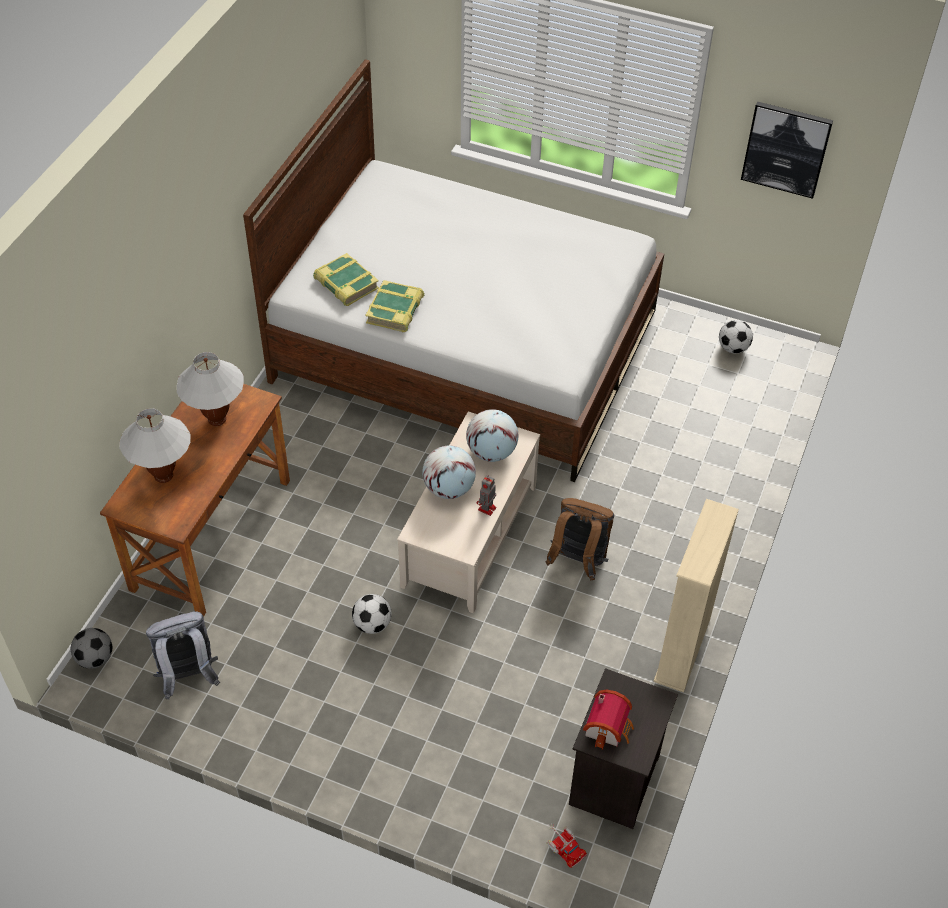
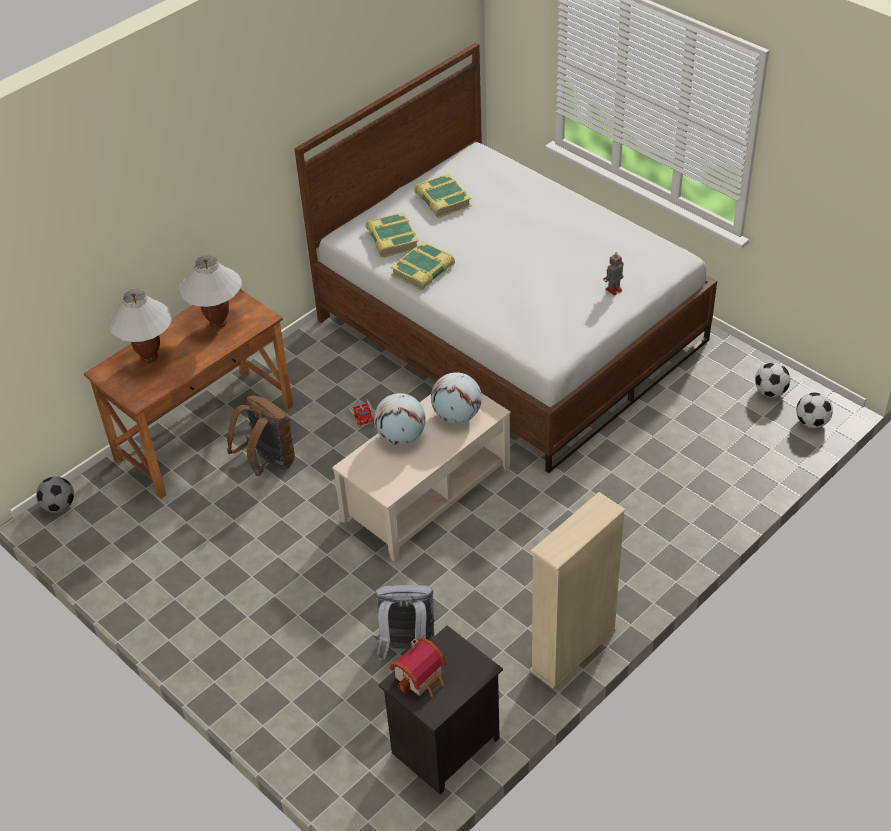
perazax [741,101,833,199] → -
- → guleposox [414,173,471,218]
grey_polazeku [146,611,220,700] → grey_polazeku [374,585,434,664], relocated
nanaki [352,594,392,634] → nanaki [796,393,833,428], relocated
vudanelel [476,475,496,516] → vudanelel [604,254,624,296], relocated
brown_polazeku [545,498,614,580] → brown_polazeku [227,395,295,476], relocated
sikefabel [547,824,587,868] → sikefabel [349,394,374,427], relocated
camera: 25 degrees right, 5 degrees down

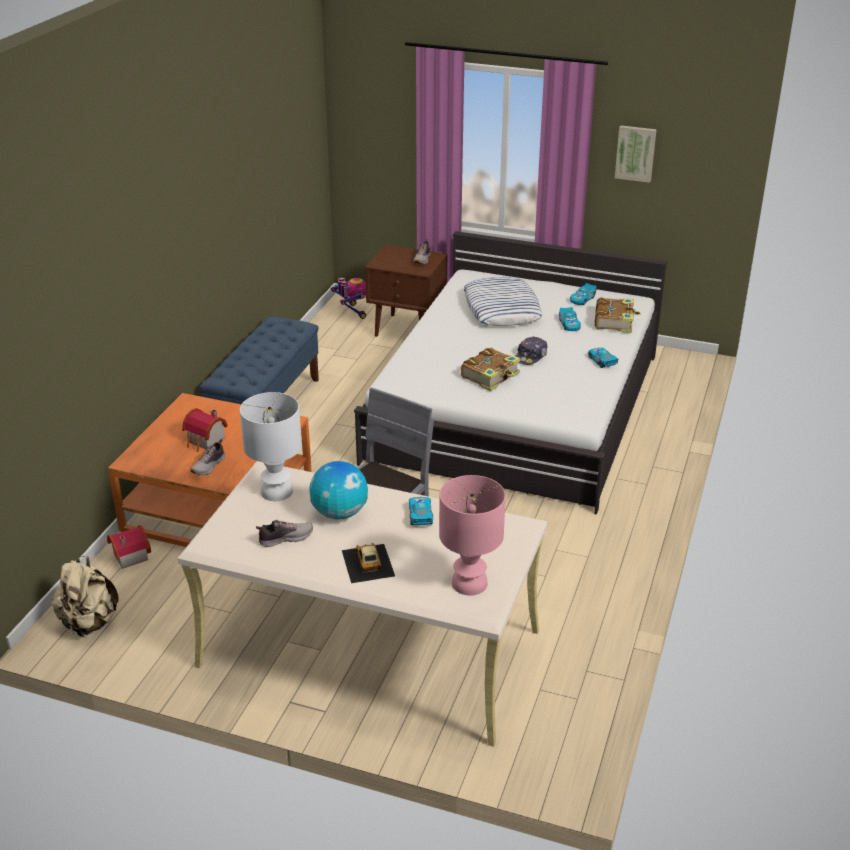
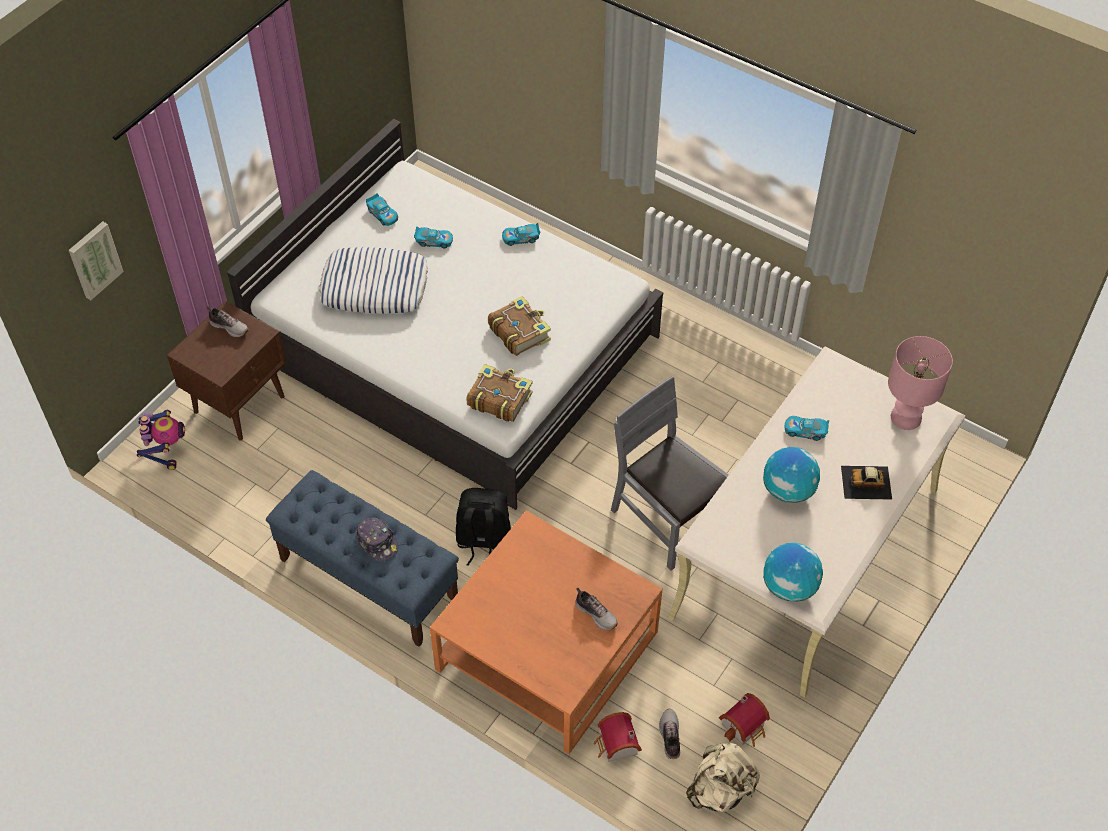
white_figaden [240,392,302,501] → -
- → black_polazeku [456,488,511,566]
- → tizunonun [763,543,823,602]
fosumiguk [182,408,228,452] → fosumiguk [719,693,770,747], relocated
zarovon [256,520,313,547] → zarovon [659,709,680,759], relocated
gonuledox [516,337,547,365] → gonuledox [356,517,398,561], relocated
guleposox [595,297,642,333] → guleposox [467,364,533,422], relocated
perazax [615,125,657,183] → perazax [69,221,124,300], relocated
vudanelel [331,278,366,319] → vudanelel [137,410,186,470], 90 degrees clockwise
camera: 75 degrees left, 20 degrees up

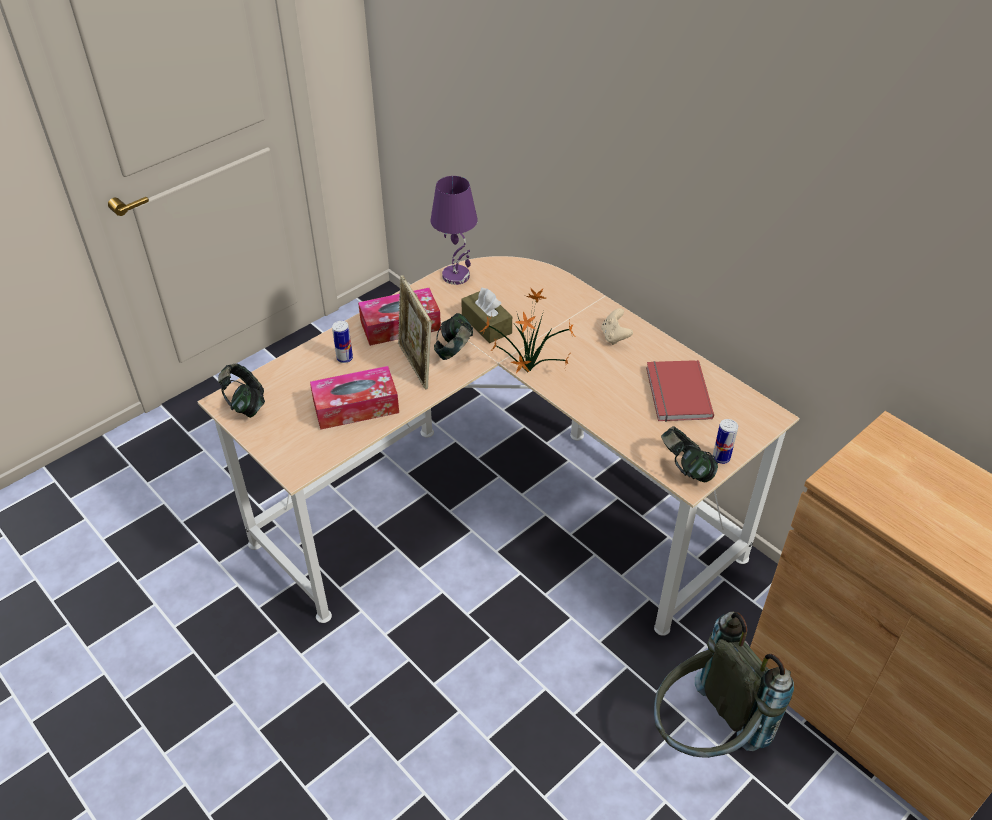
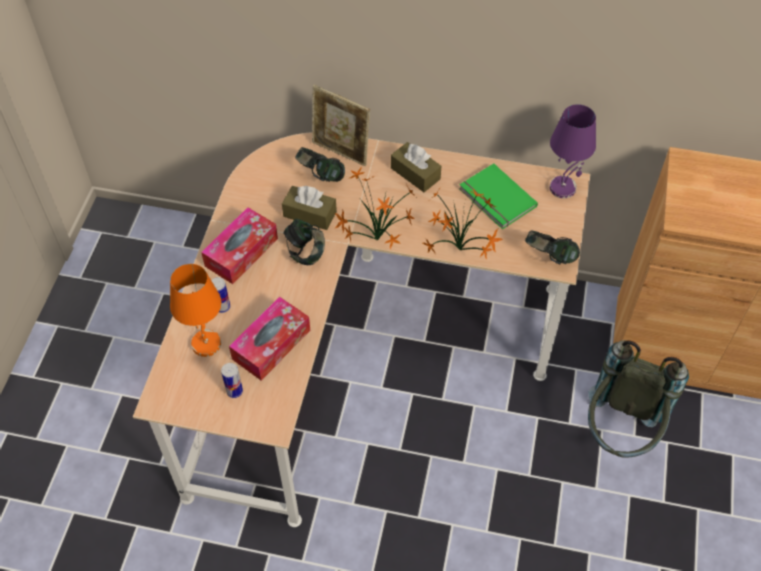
- → orange_figaden [170,264,221,357]
- → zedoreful [422,188,503,259]
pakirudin [218,363,265,418] → pakirudin [295,147,345,182], relocated
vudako [398,275,432,390] → vudako [312,85,370,166], relocated
purple_figaden [431,176,478,285] → purple_figaden [550,104,596,198], relocated
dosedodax [713,419,738,464] → dosedodax [221,363,243,398], relocated
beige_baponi [601,308,633,345] → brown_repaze [391,142,441,192]
red_guleposox [646,360,714,422] → green_guleposox [459,163,538,229]
camera: 35 degrees left, 10 degrees up

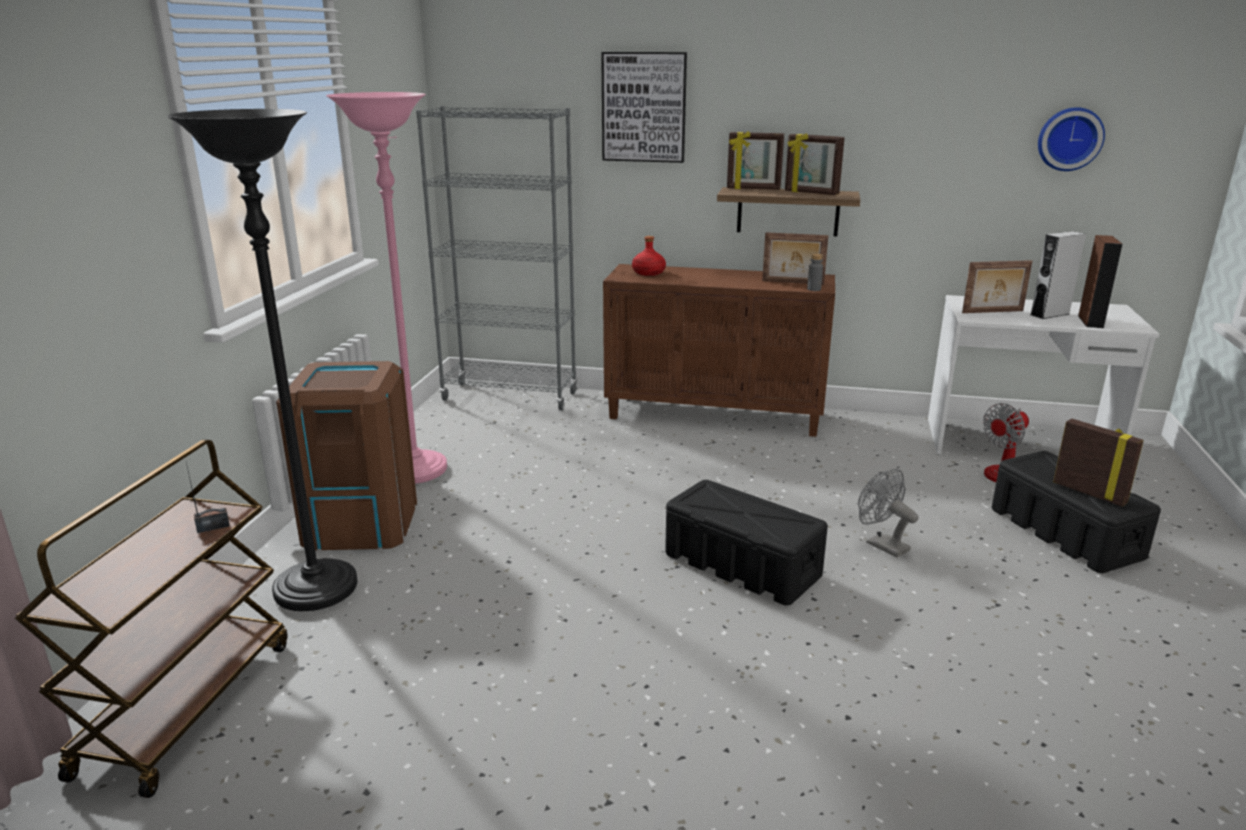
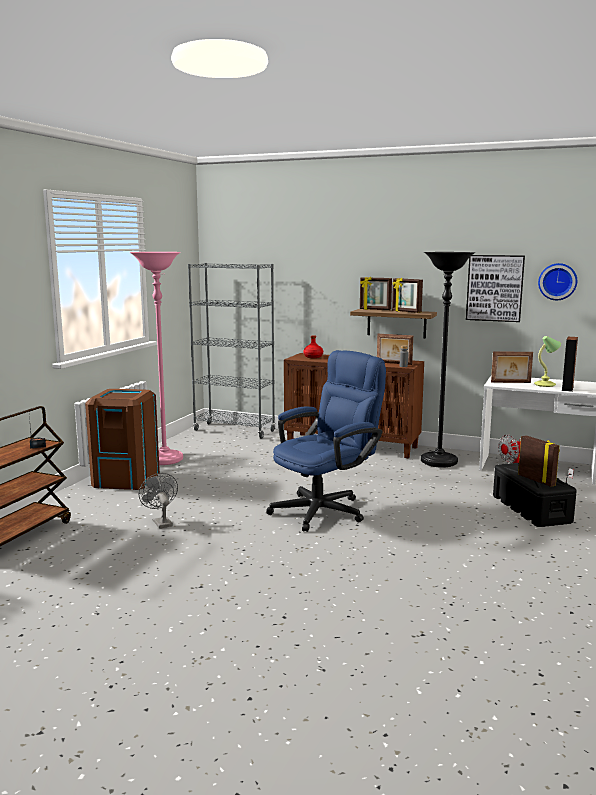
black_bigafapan [167,109,358,611] → black_bigafapan [421,252,475,468], relocated
perazax [601,52,687,163] → perazax [466,255,525,322], relocated
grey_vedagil [858,469,919,558] → grey_vedagil [139,473,178,529], relocated
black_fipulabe [665,480,828,605] → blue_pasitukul [266,350,386,532]
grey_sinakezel [1031,231,1086,319] → figaden [534,336,561,387]
camera: 10 degrees right, 10 degrees down

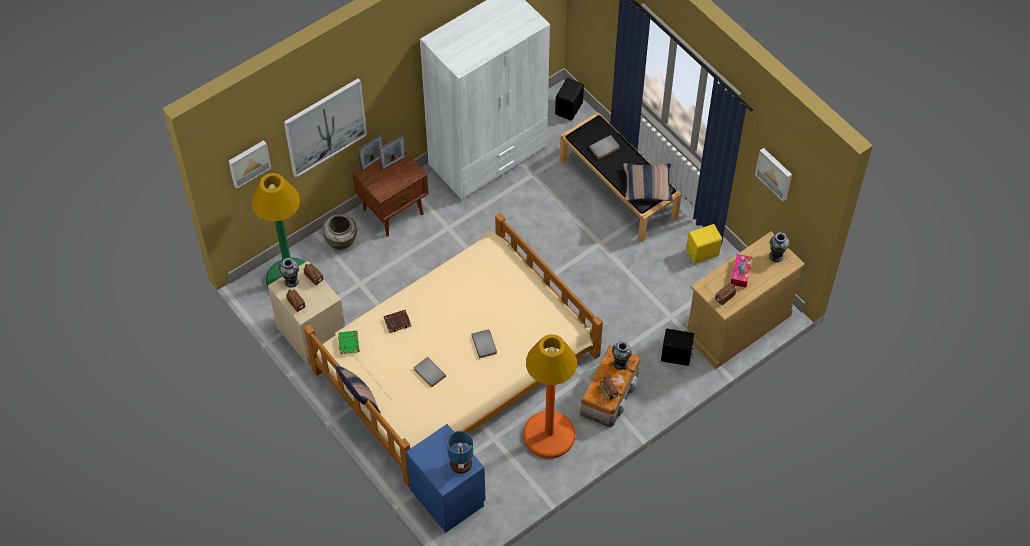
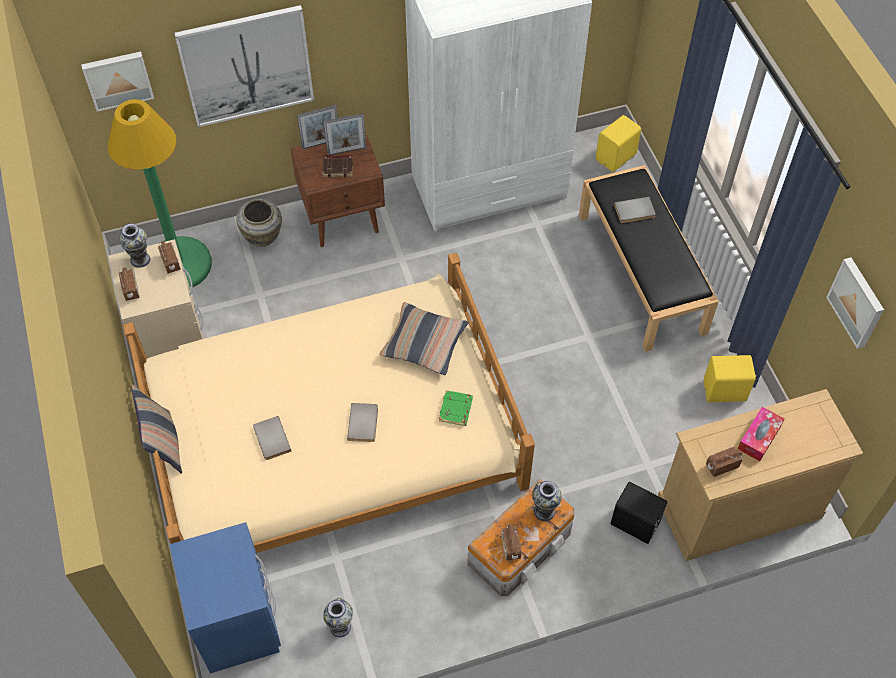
figaden [447,431,473,474] → -
orange_bigafapan [523,334,577,459] → -
green_guleposox [338,331,359,354] → green_guleposox [439,390,473,426], relocated
brown_guleposox [384,310,411,333] → brown_guleposox [322,155,353,178], relocated
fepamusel [623,163,673,201] → fepamusel [380,302,469,375], relocated
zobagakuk [769,232,789,262] → zobagakuk [323,598,353,637], relocated
black_sinakezel [555,78,584,120] → yellow_sinakezel [596,115,641,172]
camera: 20 degrees right, 0 degrees up

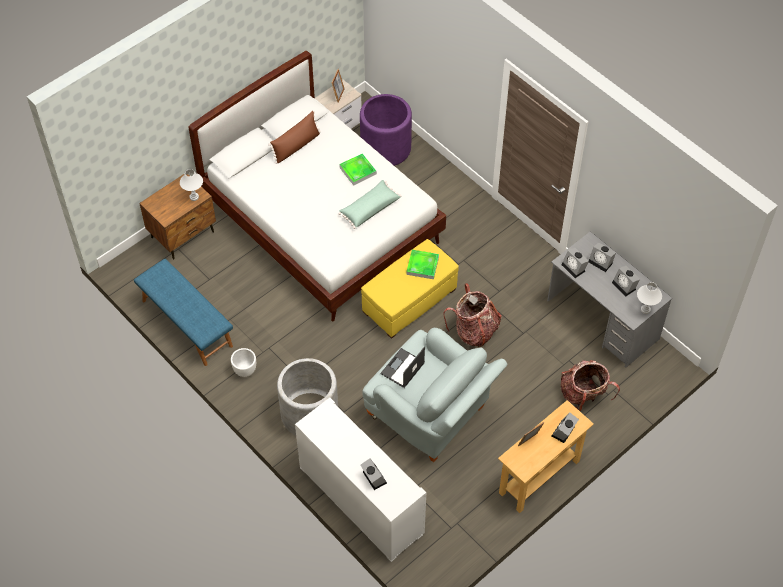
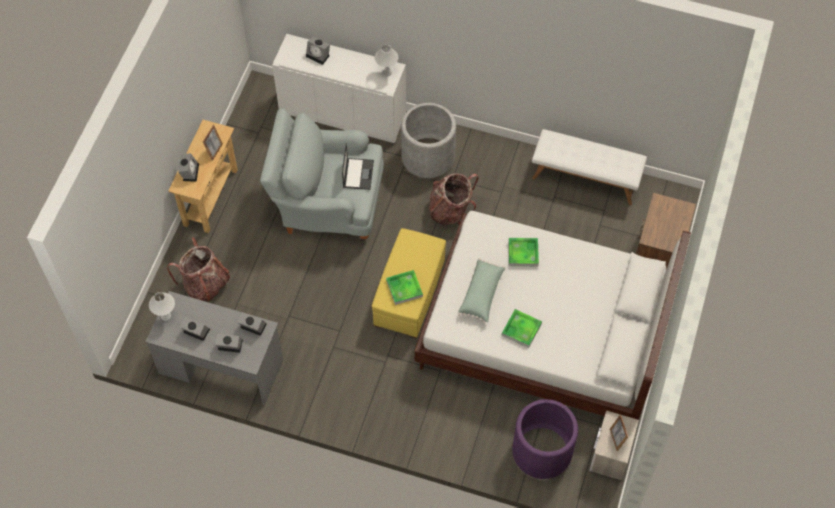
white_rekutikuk [231,348,256,377] → -
brown_fepamusel [268,111,321,164] → -
- → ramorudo [508,238,539,266]
white_figaden [180,169,203,201] → white_figaden [375,45,398,77], relocated
polazeku [444,283,502,347] → polazeku [429,173,479,225], relocated
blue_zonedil [134,259,233,366] → white_zonedil [532,129,647,205]
camera: 150 degrees right, 5 degrees up

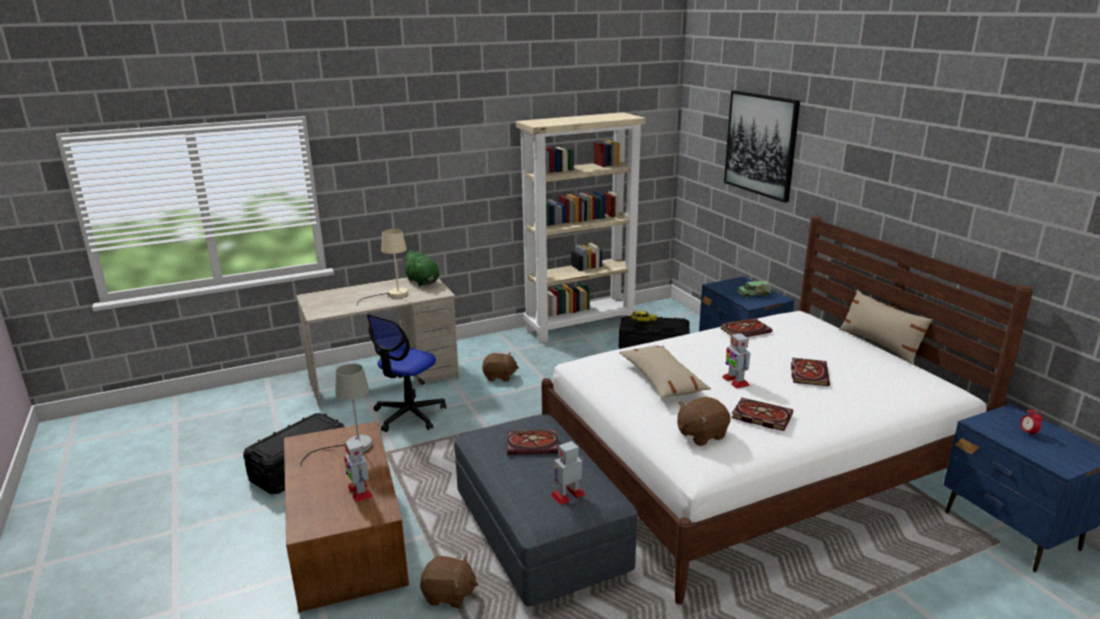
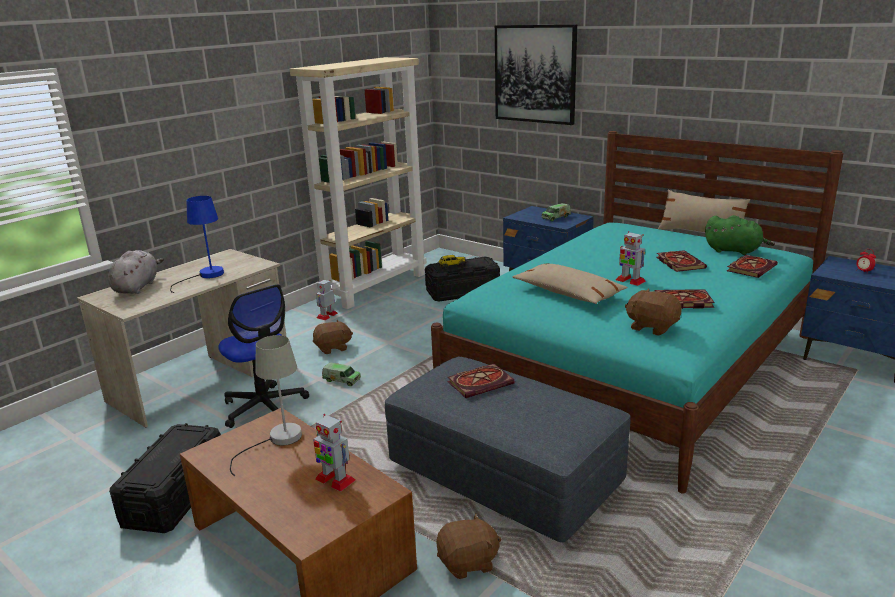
- → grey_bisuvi [108,250,164,294]
- → sikefabel [322,362,361,386]
green_bisuvi [402,250,439,286] → green_bisuvi [705,215,775,255], relocated
vudanelel [551,441,586,505] → vudanelel [316,280,338,320], relocated
guleposox [720,318,773,337] → guleposox [727,255,778,278], relocated
beige_figaden [357,229,408,306] → blue_figaden [170,196,224,293]
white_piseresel [541,216,1033,604] → turquoise_piseresel [431,131,843,494]
pasitukul [367,314,446,432] → pasitukul [218,284,309,428], 45 degrees counterclockwise
brown_bisuvi [677,397,731,446] → brown_bisuvi [625,288,682,336], 90 degrees clockwise
camera: 25 degrees left, 0 degrees up

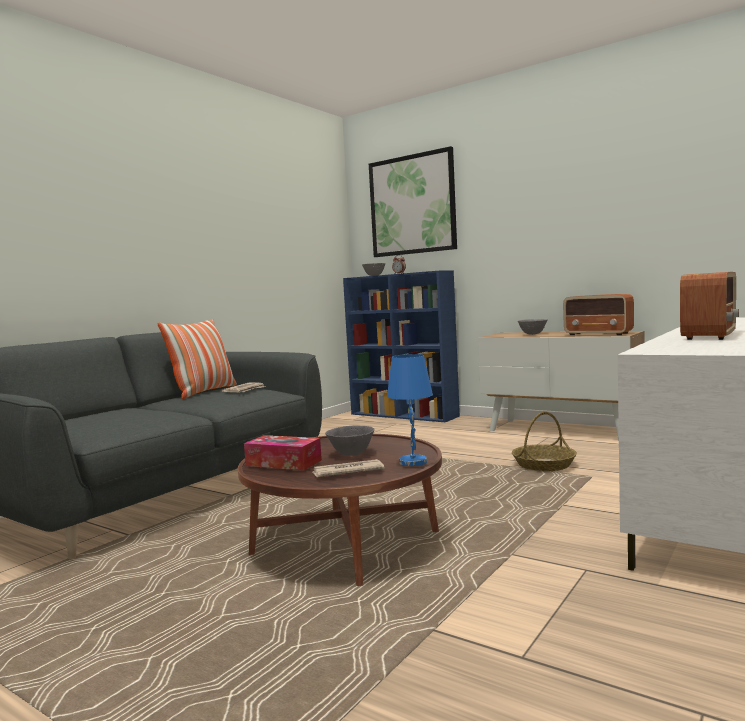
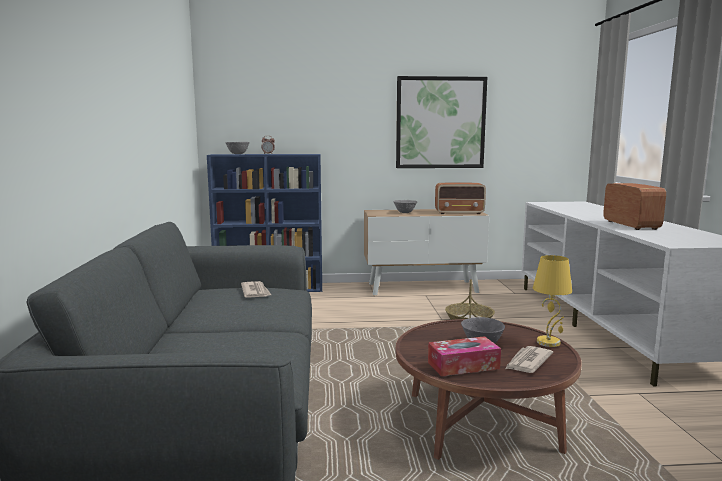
fepamusel [158,319,237,399] → -
perazax [369,146,457,257] → perazax [396,76,487,168], relocated
blue_figaden [387,354,433,466] → yellow_figaden [533,255,572,347]
camera: 40 degrees left, 5 degrees up

